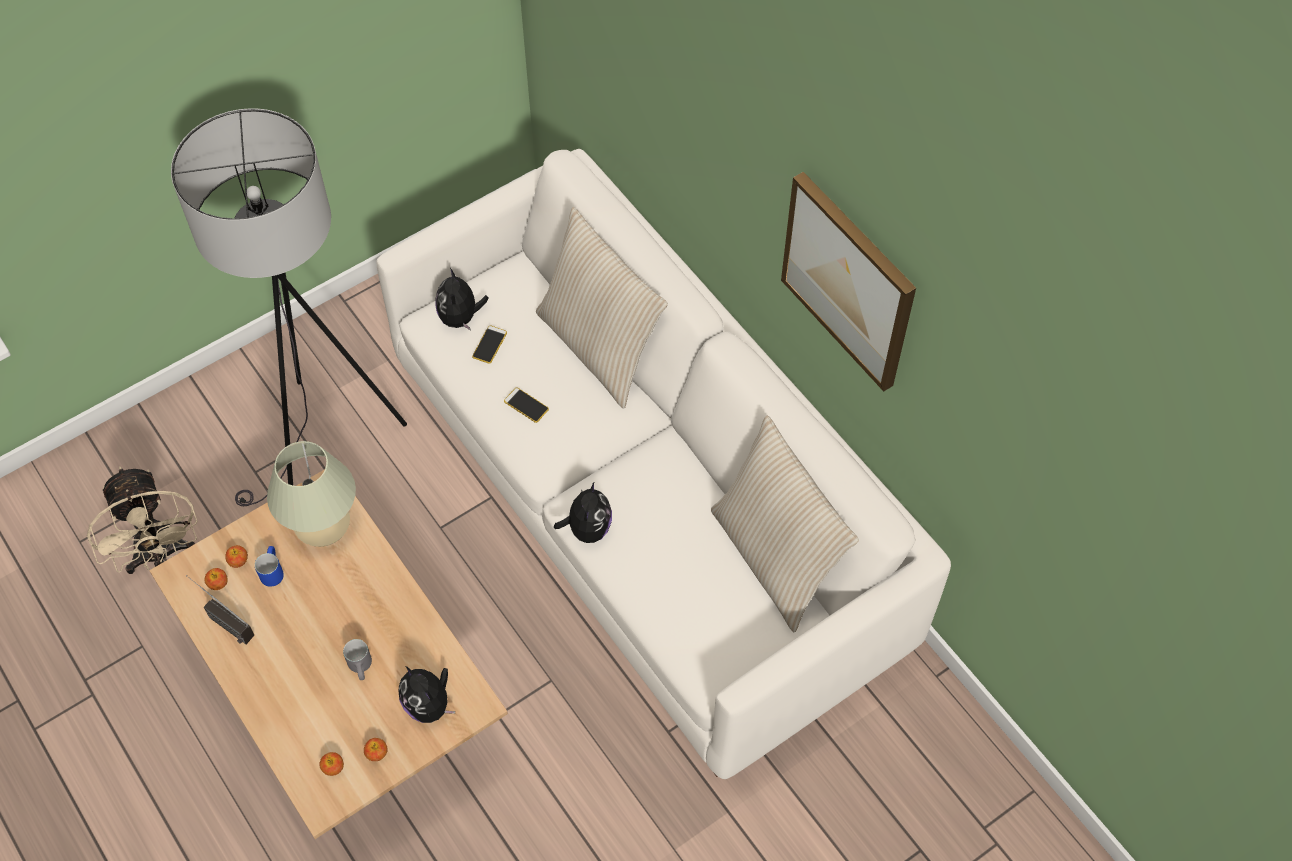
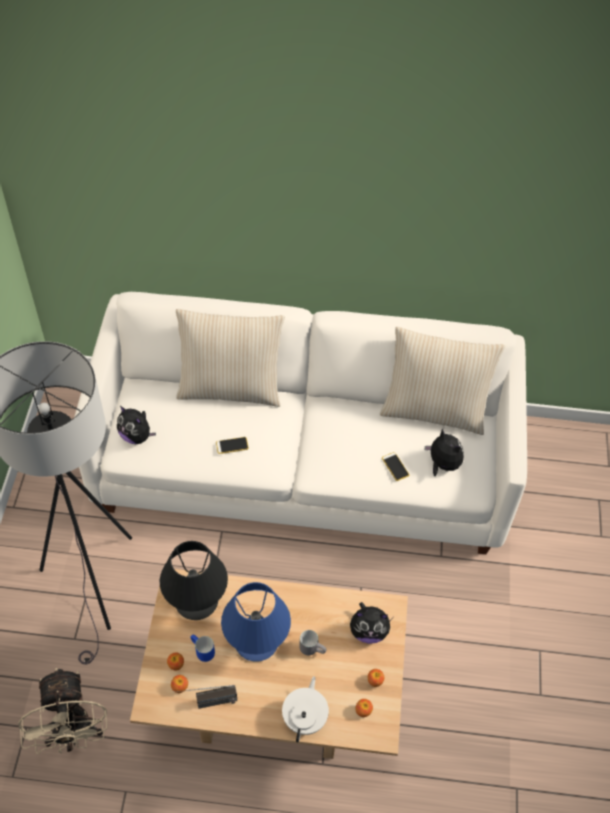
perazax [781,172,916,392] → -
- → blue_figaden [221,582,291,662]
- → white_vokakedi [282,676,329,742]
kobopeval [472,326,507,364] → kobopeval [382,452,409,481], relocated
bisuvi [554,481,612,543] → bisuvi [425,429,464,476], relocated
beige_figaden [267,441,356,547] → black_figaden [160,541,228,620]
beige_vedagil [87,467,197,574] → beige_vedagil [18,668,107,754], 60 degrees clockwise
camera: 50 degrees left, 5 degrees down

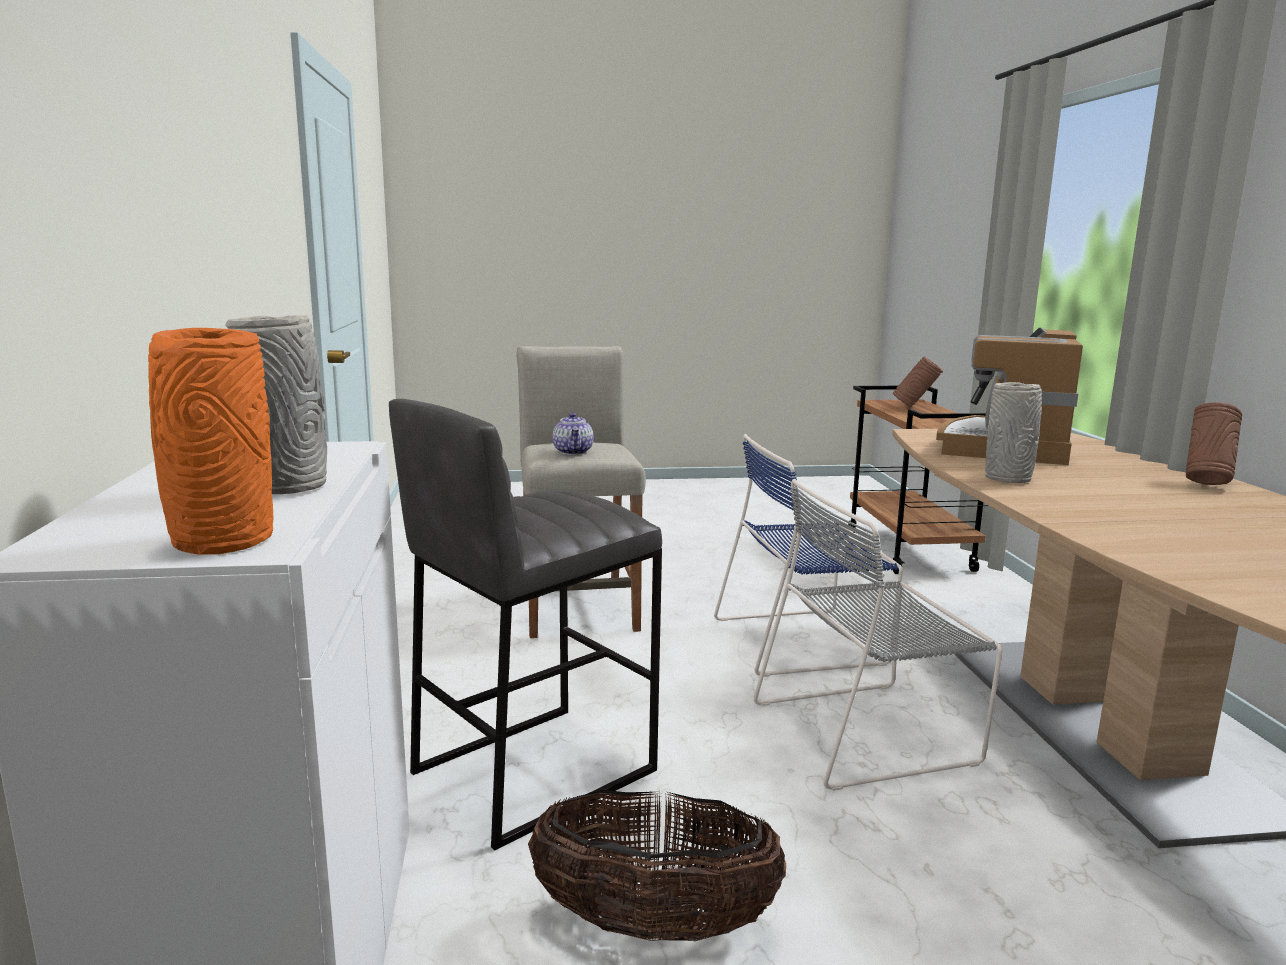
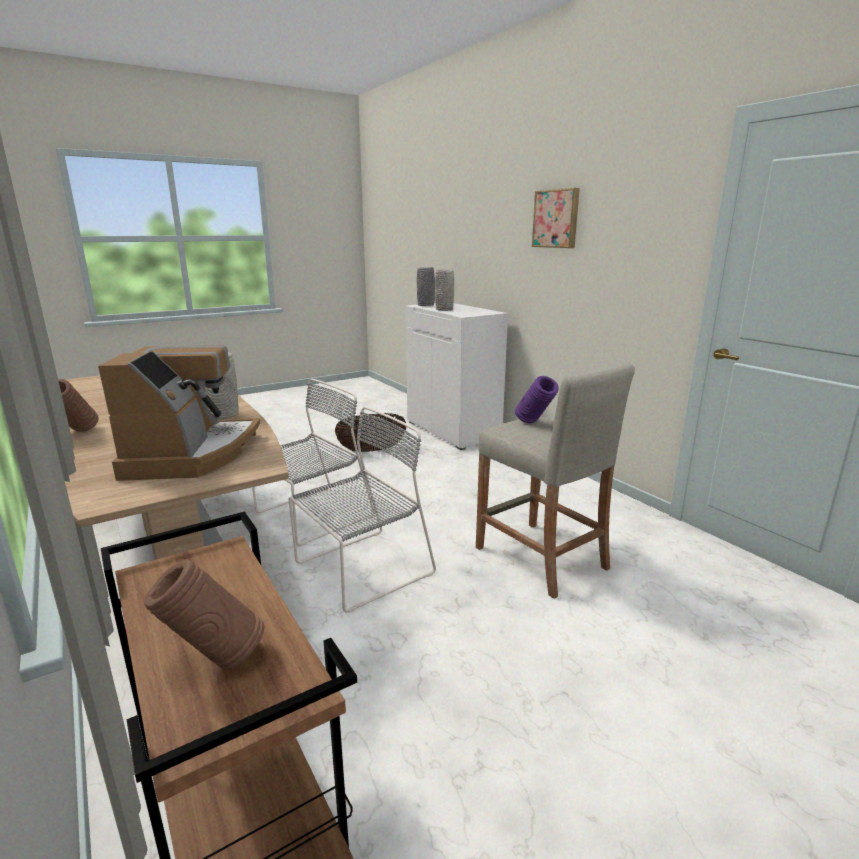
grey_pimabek [389,399,662,851] → -
- → perazax [532,188,580,248]
vokakedi [553,413,593,455] → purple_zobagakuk [515,376,559,423]
orange_zobagakuk [148,328,273,554] → grey_zobagakuk [417,267,435,306]
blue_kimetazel [714,434,903,677] → grey_kimetazel [289,406,436,613]
camera: 155 degrees right, 5 degrees up

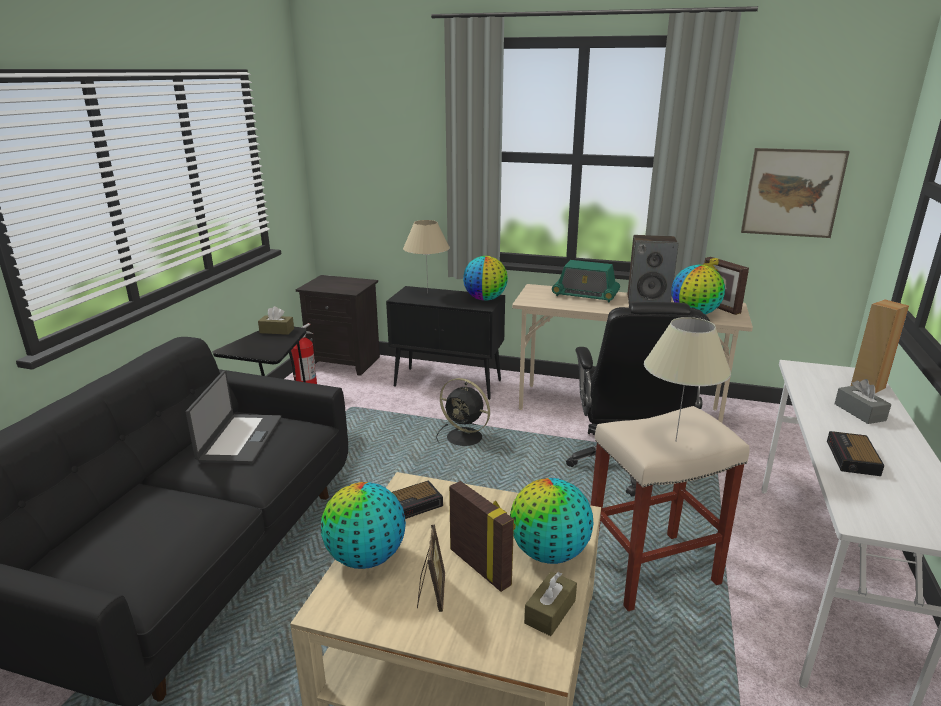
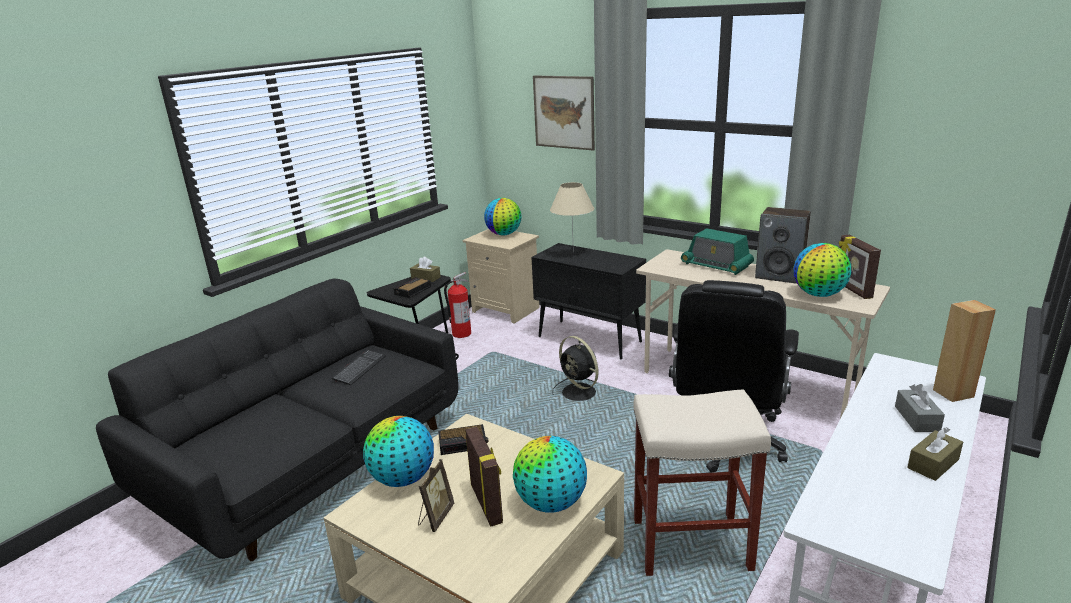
beige_figaden [644,317,731,442] → -
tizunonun [463,256,508,301] → tizunonun [484,198,522,235], relocated
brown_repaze [524,571,577,636] → brown_repaze [907,427,963,481], relocated
perazax [741,148,850,238] → perazax [533,75,595,151], relocated
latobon [827,431,885,476] → latobon [393,277,431,298], relocated
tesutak [186,370,281,464] → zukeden [332,350,386,385]
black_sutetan [296,275,380,376] → beige_sutetan [463,229,540,324]
camera: 20 degrees right, 0 degrees up

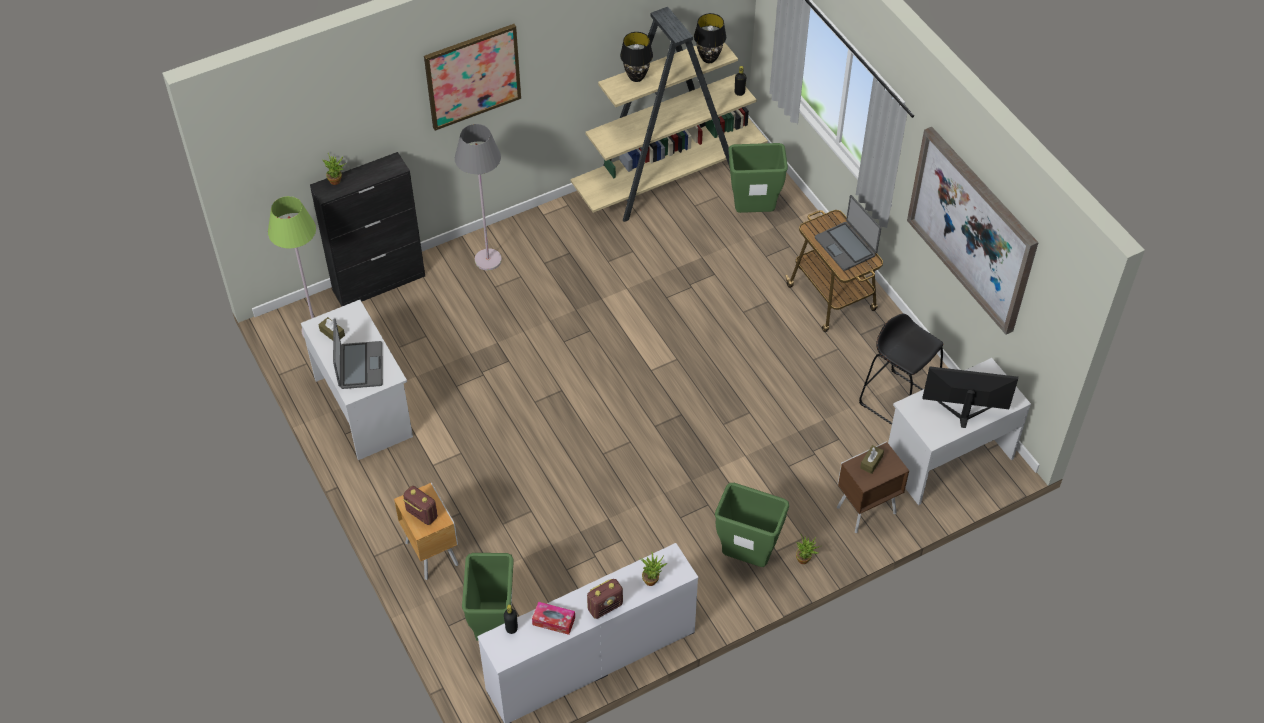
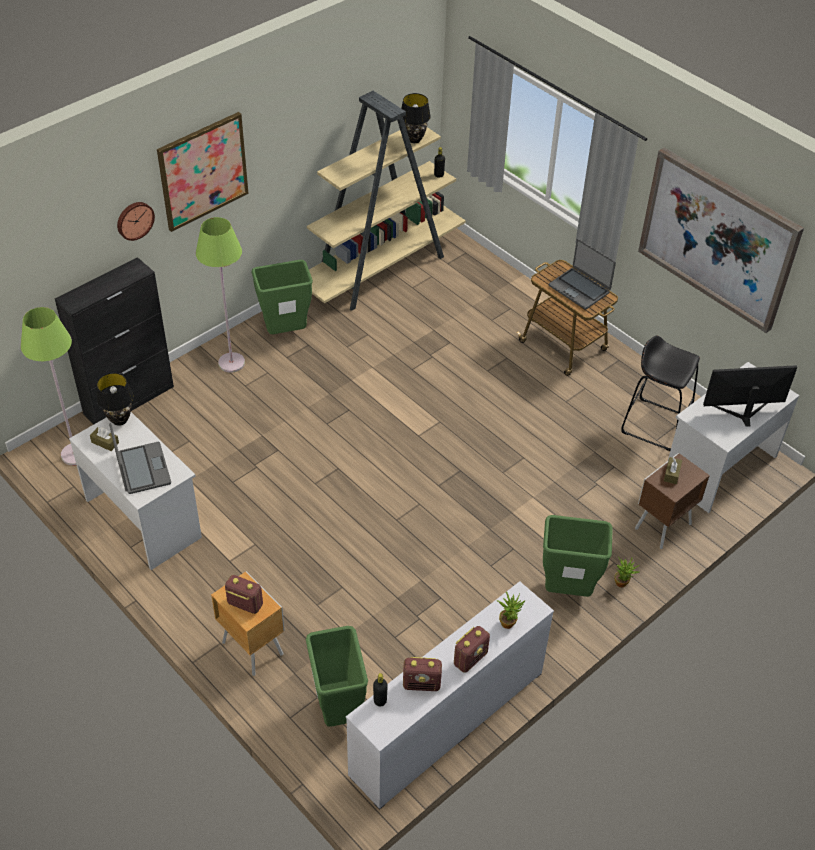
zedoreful [322,153,346,185] → -
- → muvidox [117,202,155,241]
black_figaden [620,32,653,82] → black_figaden [97,373,133,426], relocated
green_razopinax [728,143,788,213] → green_razopinax [252,260,313,334], relocated
repaze [532,602,575,635] → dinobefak [403,657,442,691]
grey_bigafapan [455,124,502,270] → green_bigafapan [196,217,245,373]
camera: 15 degrees left, 5 degrees down

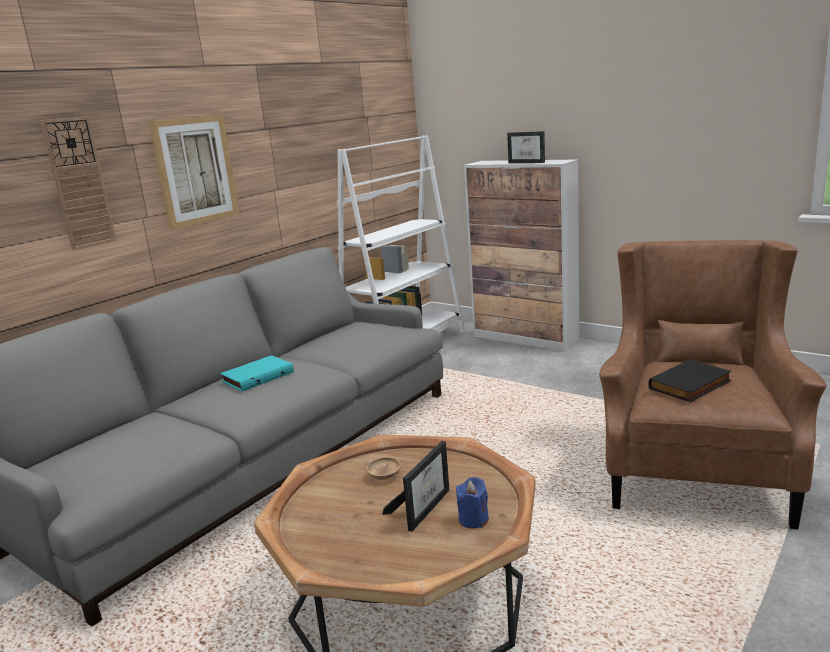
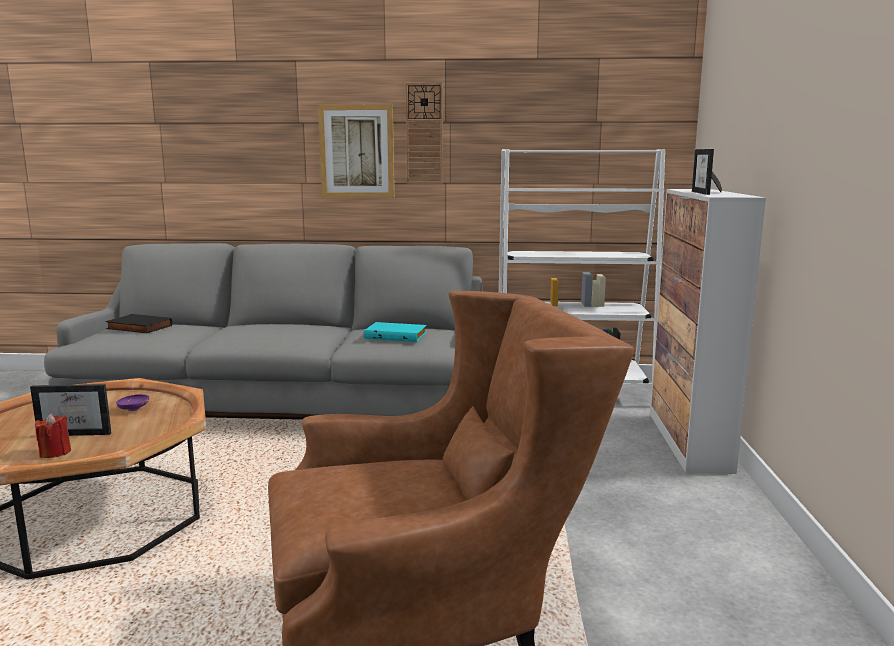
muvidox [40,116,117,250] → muvidox [406,83,443,184], relocated
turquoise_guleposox [220,355,294,392] → turquoise_guleposox [364,322,427,342], relocated
black_guleposox [648,359,732,402] → black_guleposox [105,314,172,333], relocated
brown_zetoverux [367,457,401,480] → purple_zetoverux [116,394,149,411]
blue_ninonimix [456,477,489,528] → red_ninonimix [35,413,71,458]
camera: 55 degrees right, 5 degrees down

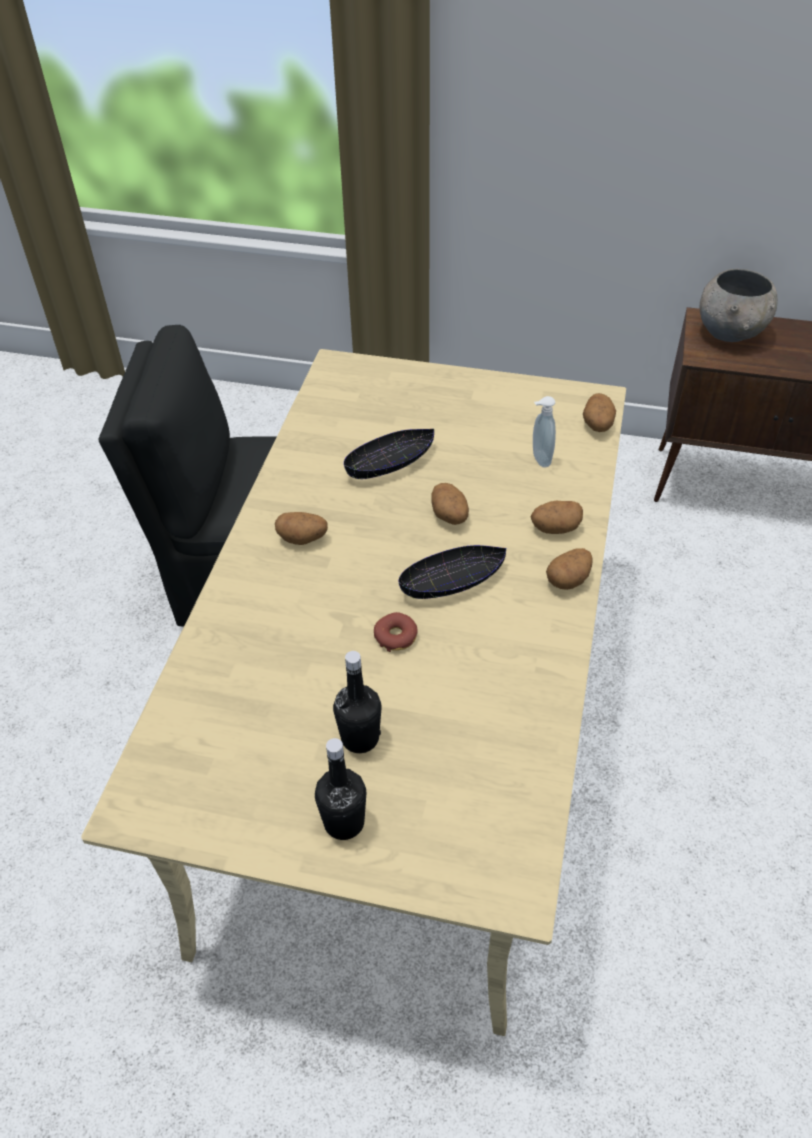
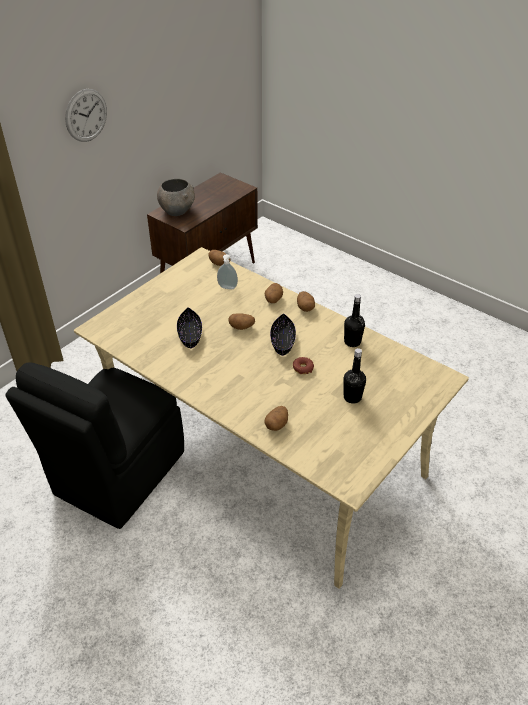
- → muvidox [65,89,107,142]
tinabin [275,512,328,545] → tinabin [264,406,288,431], relocated
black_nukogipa [315,738,366,840] → black_nukogipa [344,294,365,347], relocated
camera: 65 degrees left, 5 degrees down

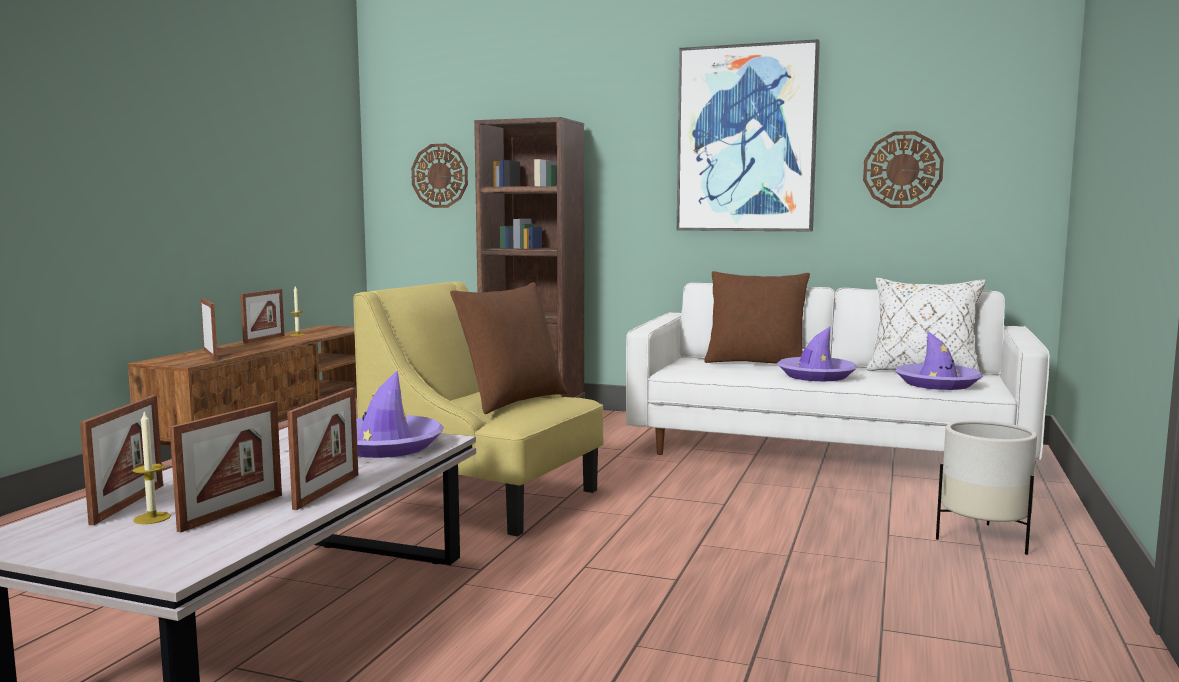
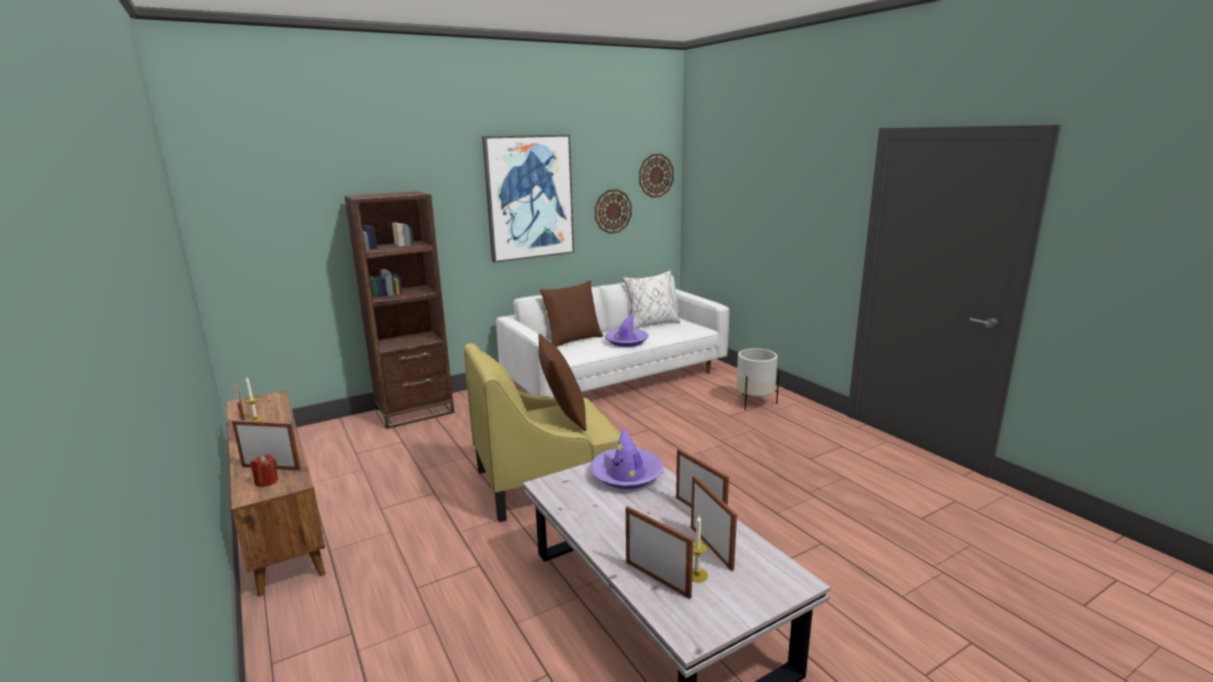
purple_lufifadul [895,331,983,390] → -
- → red_ninonimix [251,454,278,487]
muvidox [411,144,468,208] → muvidox [639,154,674,198], relocated
camera: 50 degrees left, 10 degrees up

